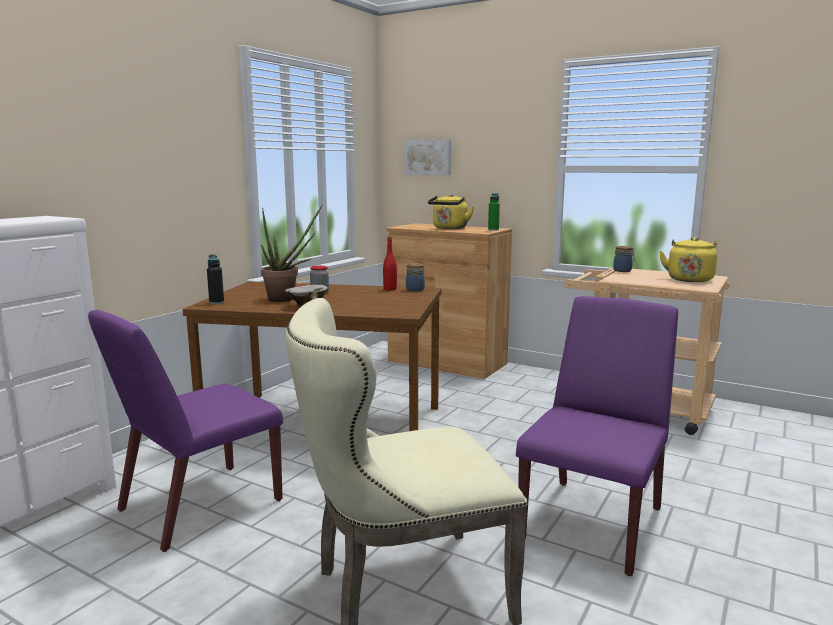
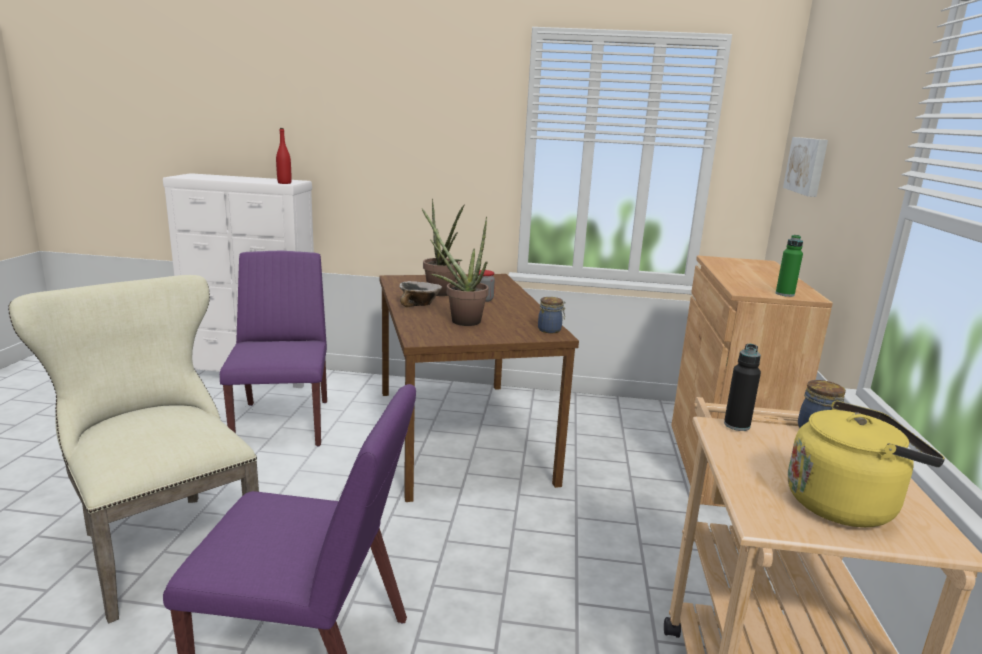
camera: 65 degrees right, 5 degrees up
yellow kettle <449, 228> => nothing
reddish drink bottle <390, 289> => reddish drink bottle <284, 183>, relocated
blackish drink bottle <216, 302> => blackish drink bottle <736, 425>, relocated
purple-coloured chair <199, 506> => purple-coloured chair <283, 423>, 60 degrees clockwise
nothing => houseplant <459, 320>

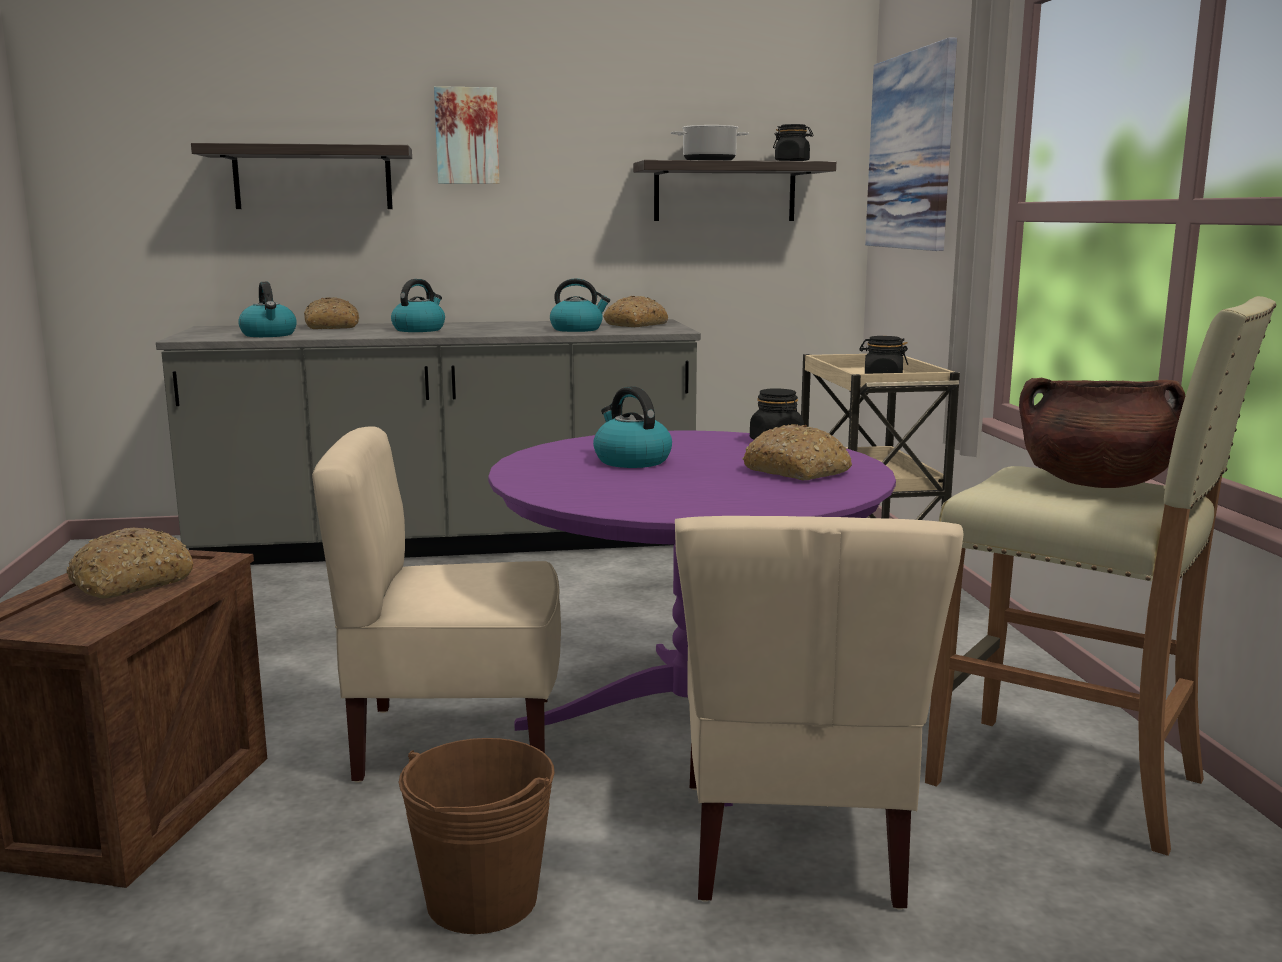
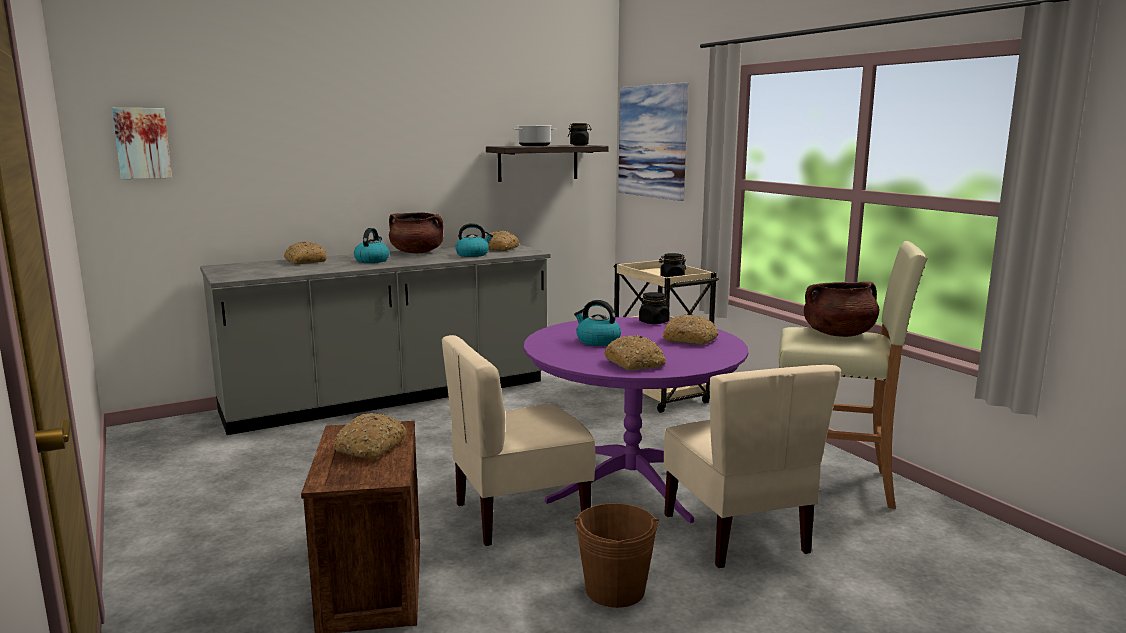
camera: 20 degrees left, 0 degrees up
picture <467, 136> => picture <142, 143>, relocated
wall shelf <313, 178> => nothing
kettle <269, 335> => nothing
nothing => brownish cooking pot <417, 252>
nothing => baked bread <635, 363>

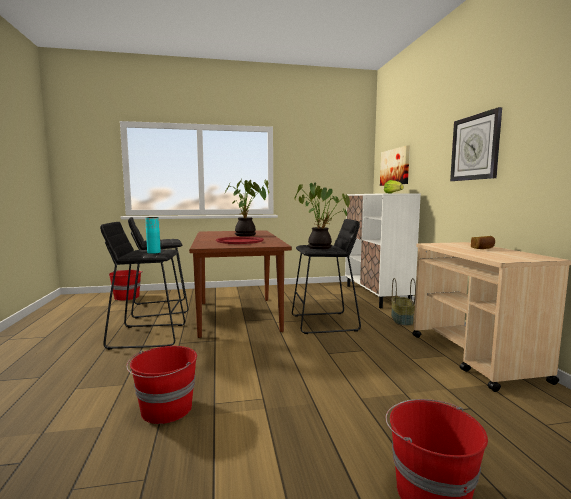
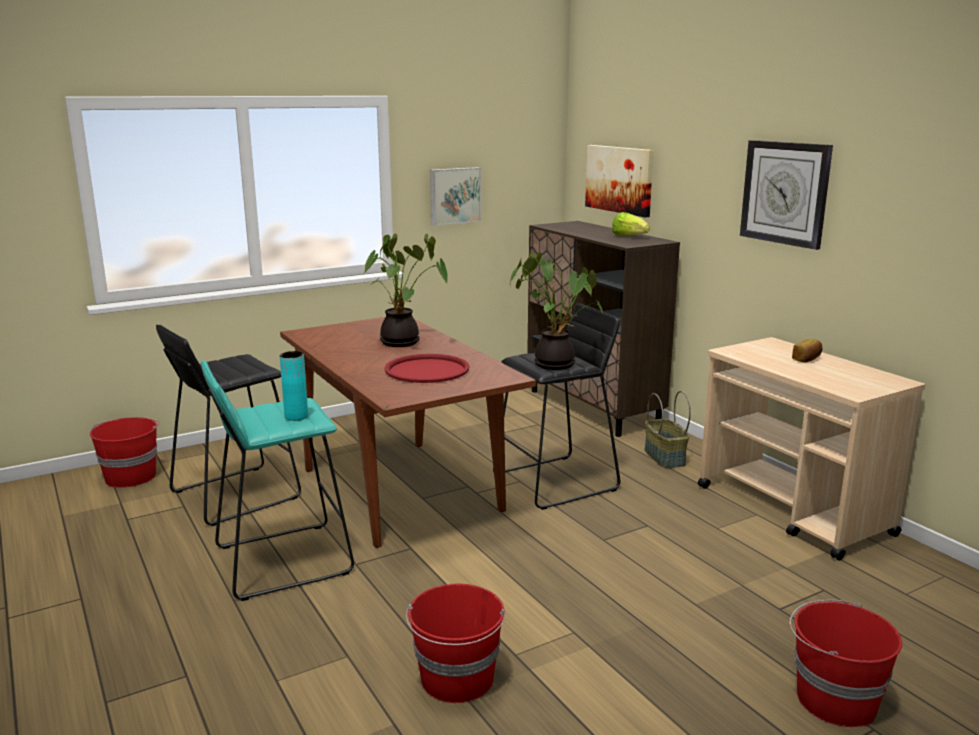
camera: 20 degrees left, 10 degrees up
whitish storage cabinet <376, 295> => brownish storage cabinet <593, 408>
blackish sitting stool <147, 336> => turquoise-coloured sitting stool <282, 560>
nothing => picture <454, 195>

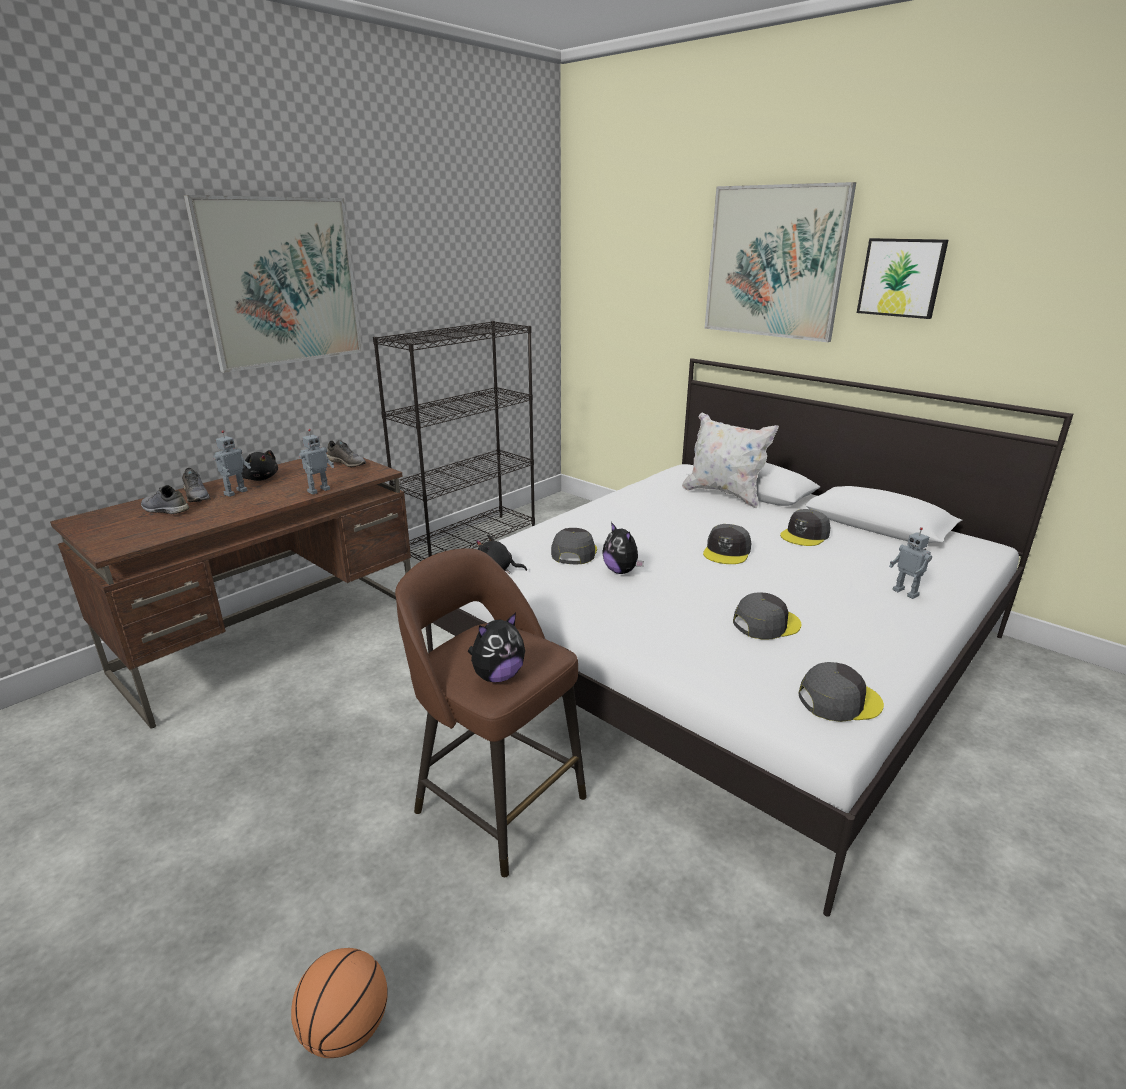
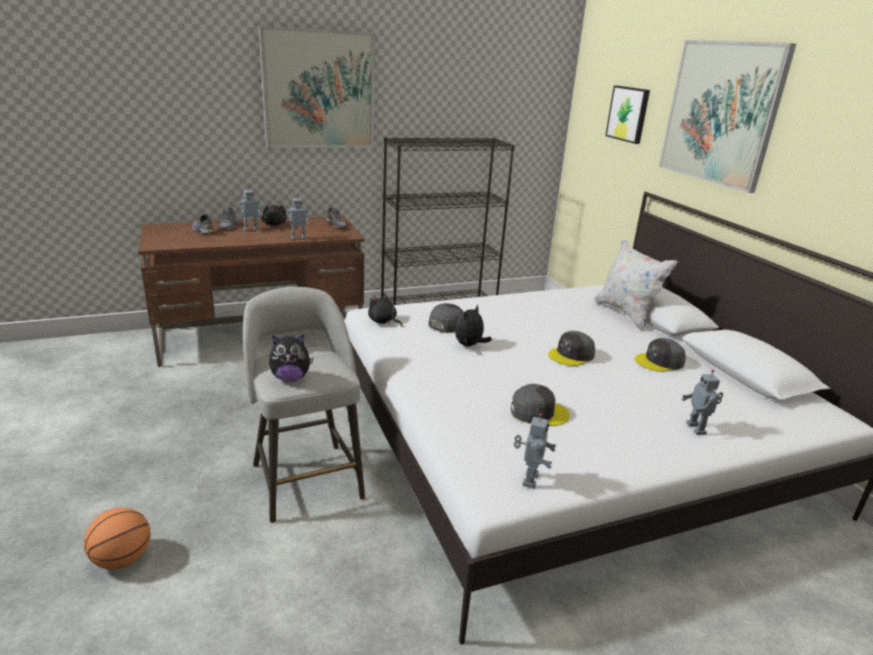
camera: 25 degrees right, 0 degrees up
picture <901, 277> => picture <628, 114>, relocated
plush toy <621, 571> => plush toy <470, 345>, 45 degrees clockwise
brownish sitting stool <497, 801> => greyish sitting stool <306, 478>
greyish peaked cap <839, 700> => model robot <529, 479>

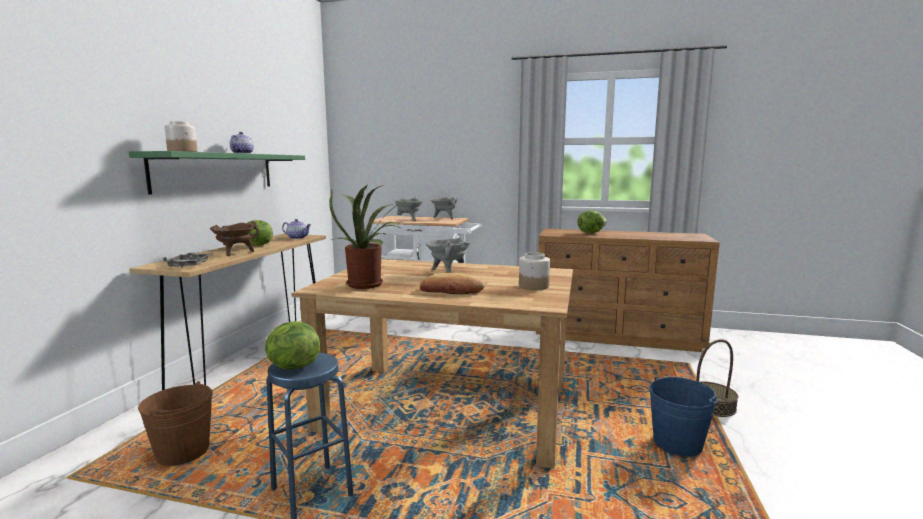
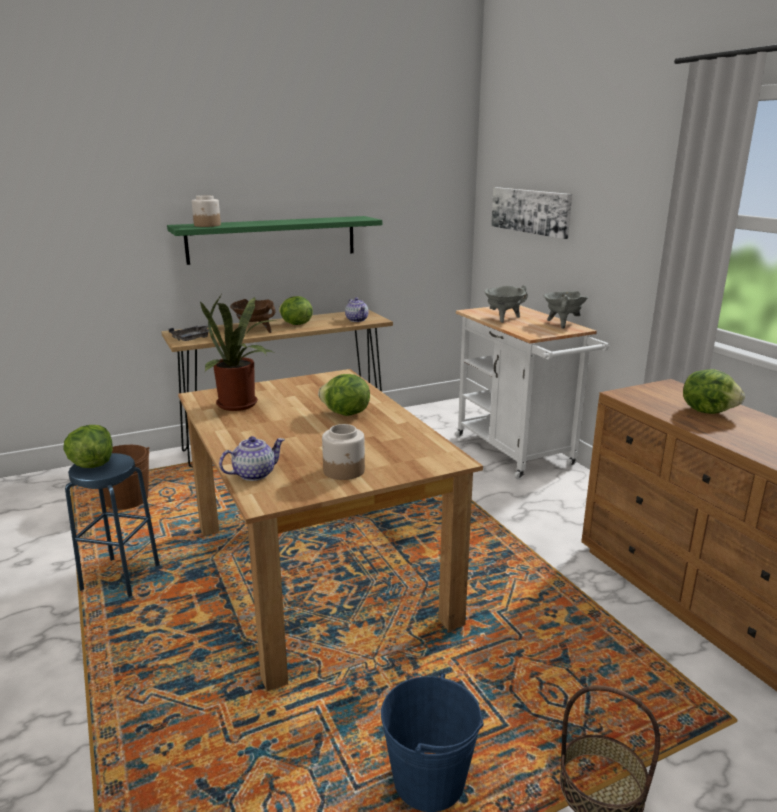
camera: 50 degrees right, 10 degrees up
pot for tea <242, 153> => pot for tea <254, 474>, relocated
greyish cooking pot <447, 271> => lettuce <345, 414>
baked bread <451, 290> => nothing
nothing => picture <530, 211>

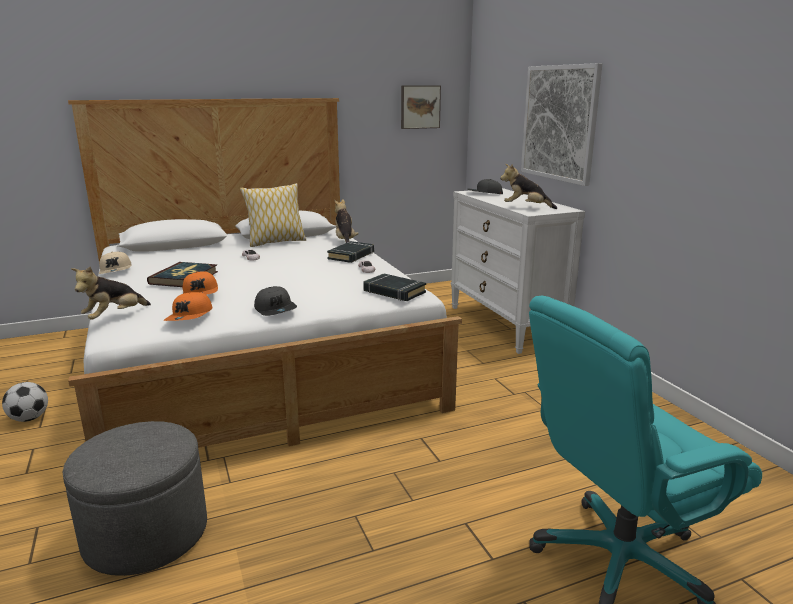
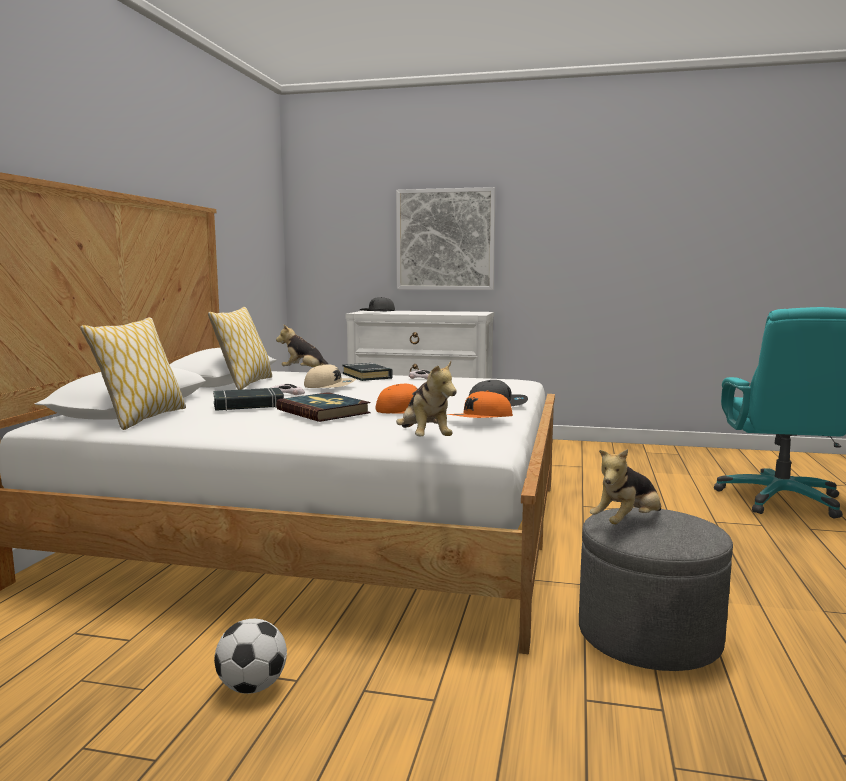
camera: 55 degrees left, 10 degrees down
picture <419, 107> => nothing
plush toy <526, 207> => plush toy <627, 523>, relocated
sand-coloured peaked cap <116, 270> => sand-coloured peaked cap <330, 386>, relocated
blackish bound book <394, 292> => blackish bound book <248, 405>, relocated
orange-coloured peaked cap <190, 316> => orange-coloured peaked cap <480, 419>, 105 degrees clockwise
nothing => pillow <142, 419>

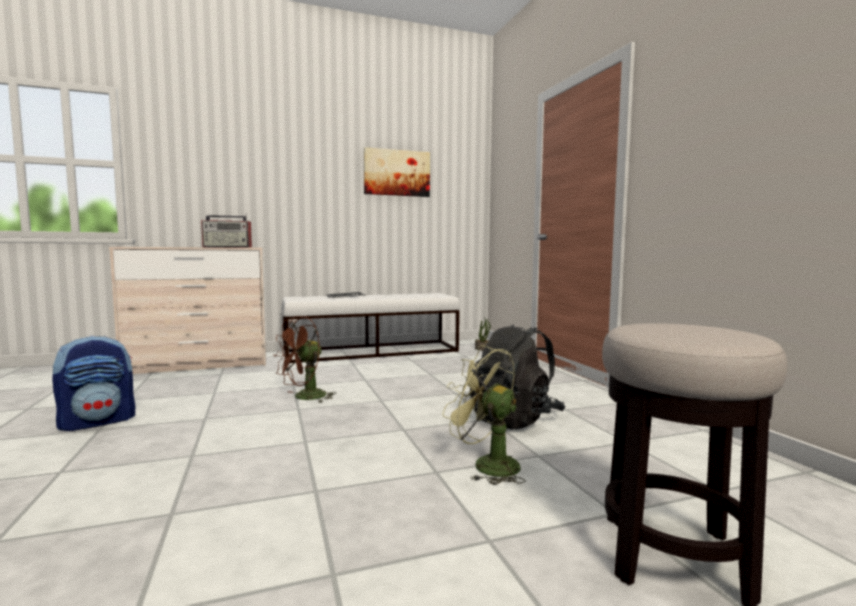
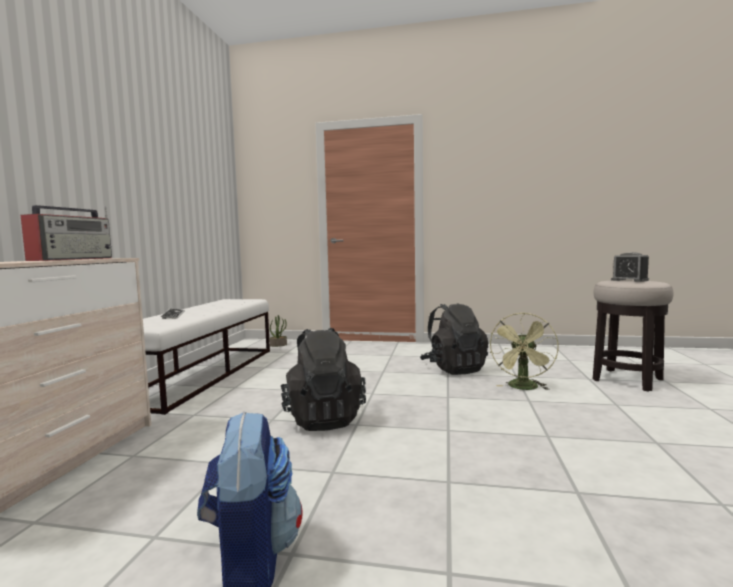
camera: 60 degrees left, 0 degrees up
picture <396, 173> => nothing
brownish cooling fan <304, 398> => blackish knapsack <323, 418>
green cooling fan <487, 465> => green cooling fan <523, 388>, 45 degrees counterclockwise
nothing => table clock <629, 280>

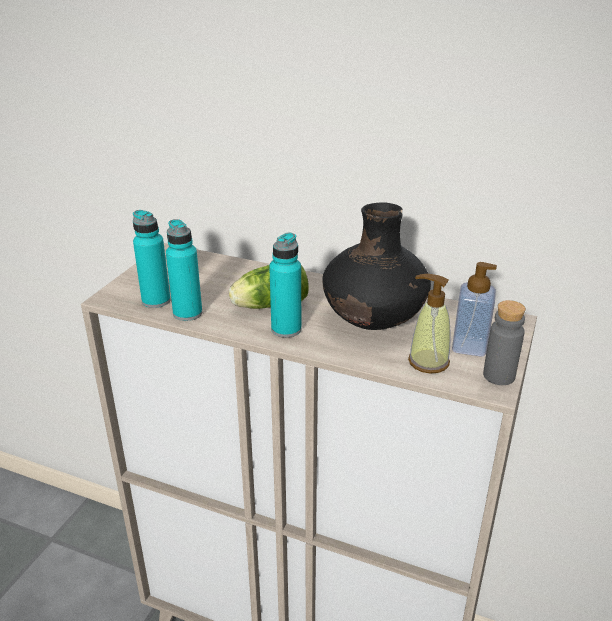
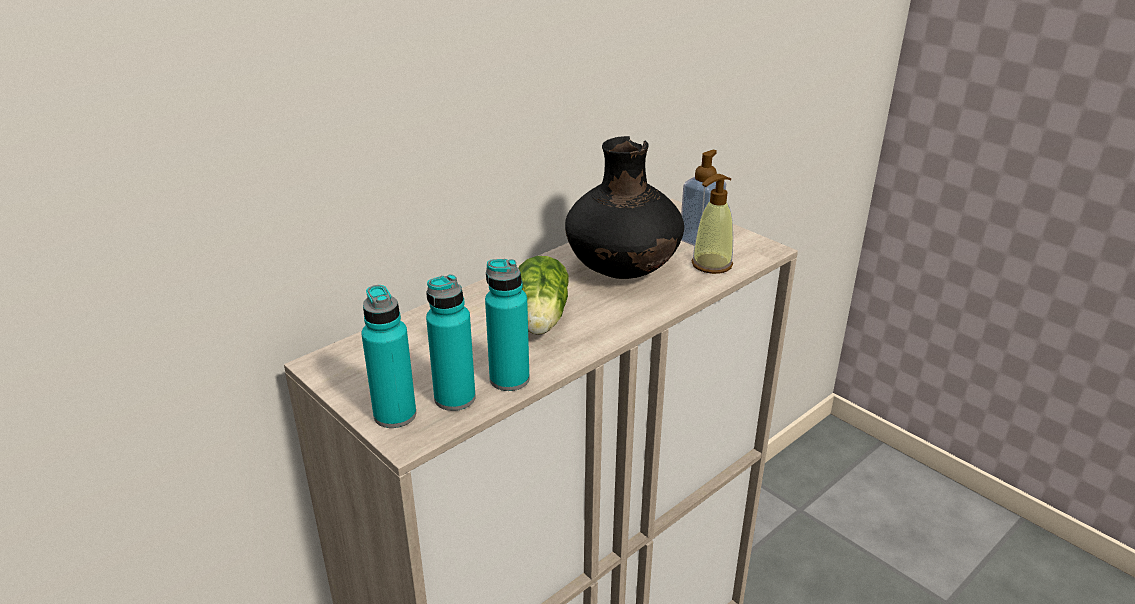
camera: 65 degrees left, 0 degrees up
turquoise-coloured drink bottle <286, 329> => turquoise-coloured drink bottle <395, 415>, relocated
greyish drink bottle <499, 376> => nothing

